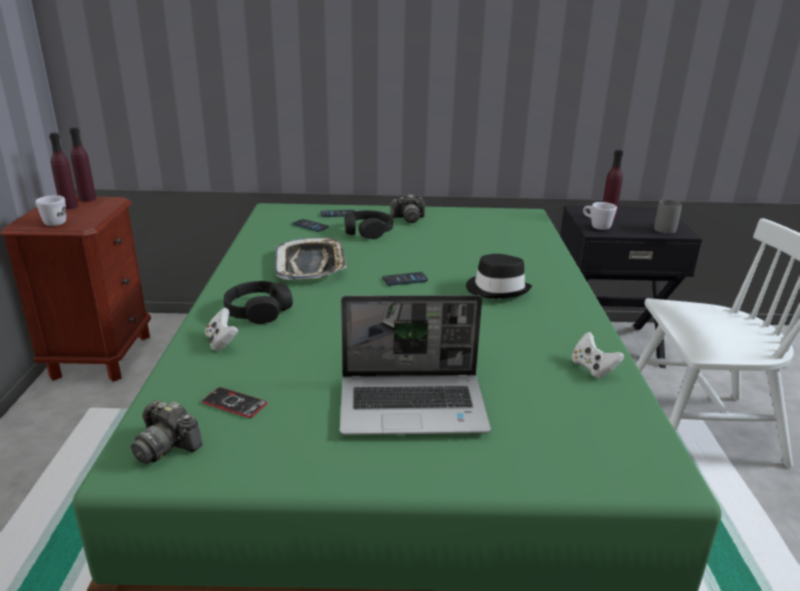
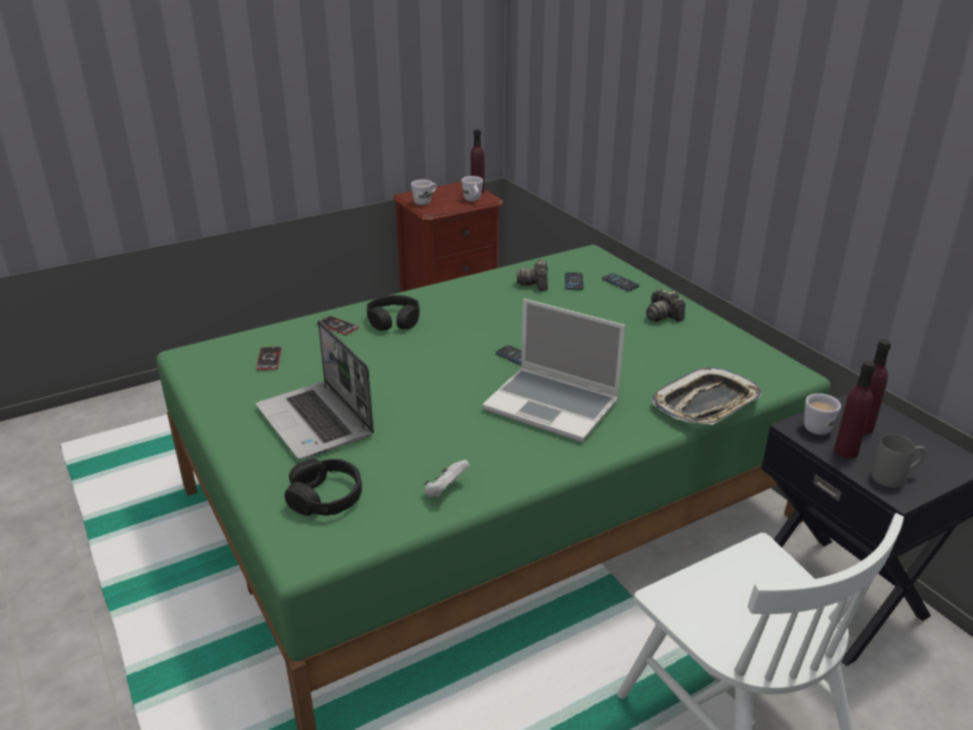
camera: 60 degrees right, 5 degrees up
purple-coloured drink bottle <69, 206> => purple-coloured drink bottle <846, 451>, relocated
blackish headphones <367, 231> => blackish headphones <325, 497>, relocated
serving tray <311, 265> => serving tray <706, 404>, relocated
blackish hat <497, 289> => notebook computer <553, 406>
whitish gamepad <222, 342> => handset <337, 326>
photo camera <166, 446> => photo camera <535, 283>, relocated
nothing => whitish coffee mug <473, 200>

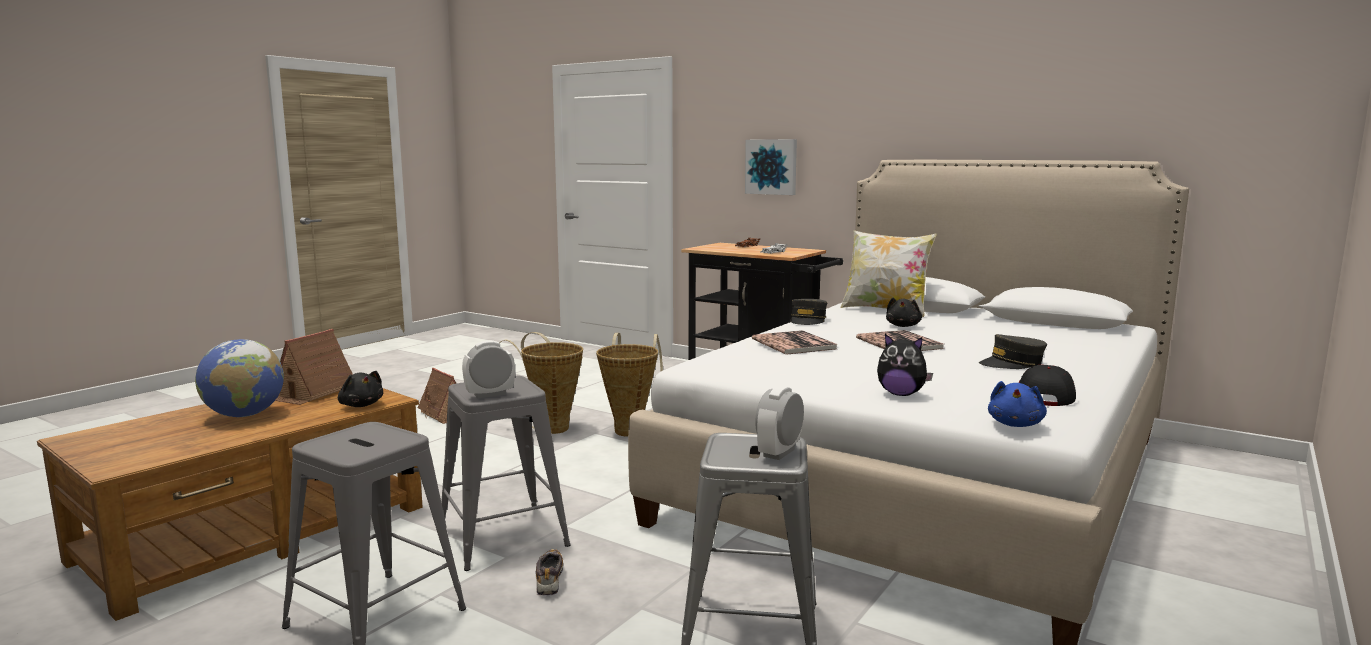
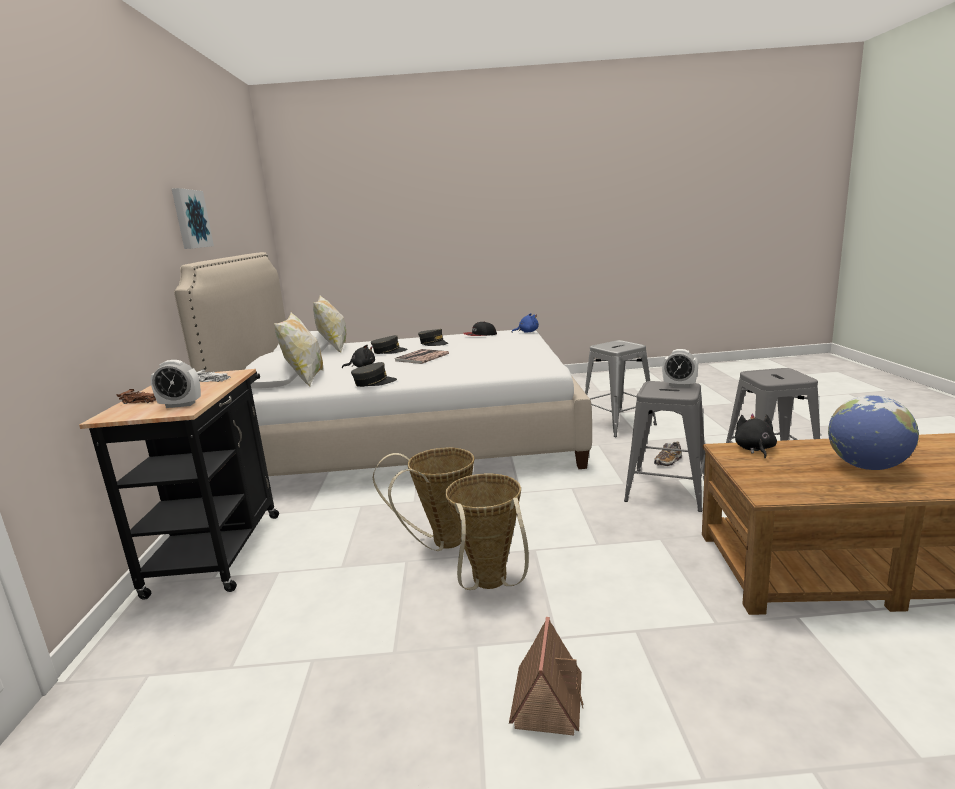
camera: 125 degrees left, 5 degrees up
picture <771, 167> => picture <190, 219>, relocated
toy house <311, 392> => nothing
bound book <793, 344> => nothing
plush toy <901, 394> => nothing
table clock <779, 453> => table clock <180, 405>, relocated
nothing => pillow <334, 349>
nothing => greyish peaked cap <389, 351>

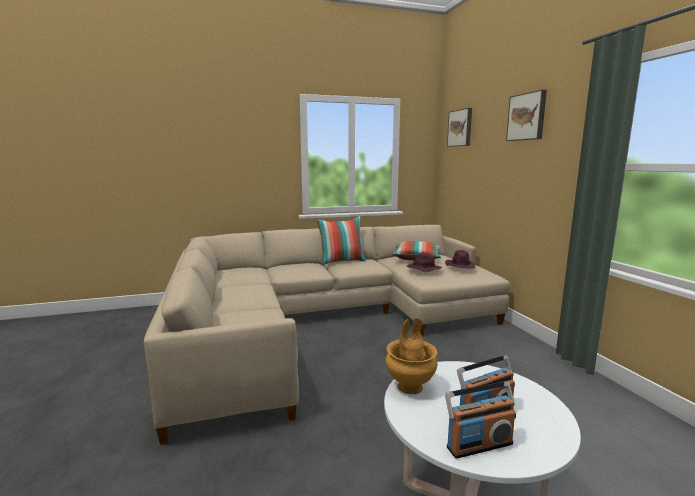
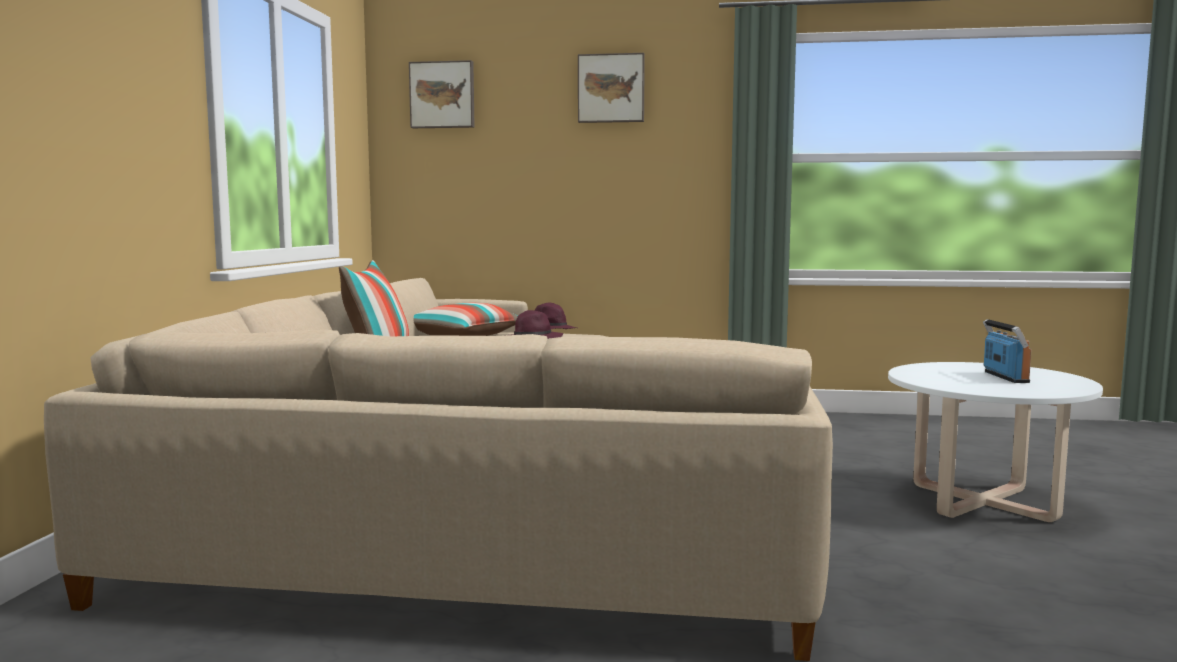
camera: 65 degrees left, 5 degrees down
brownish decorative vase <410, 386> => nothing
radio set <479, 445> => nothing

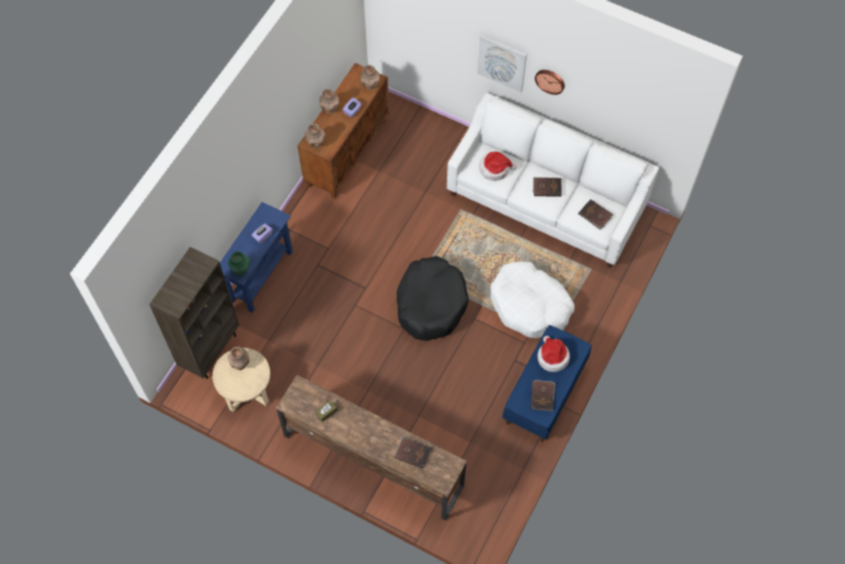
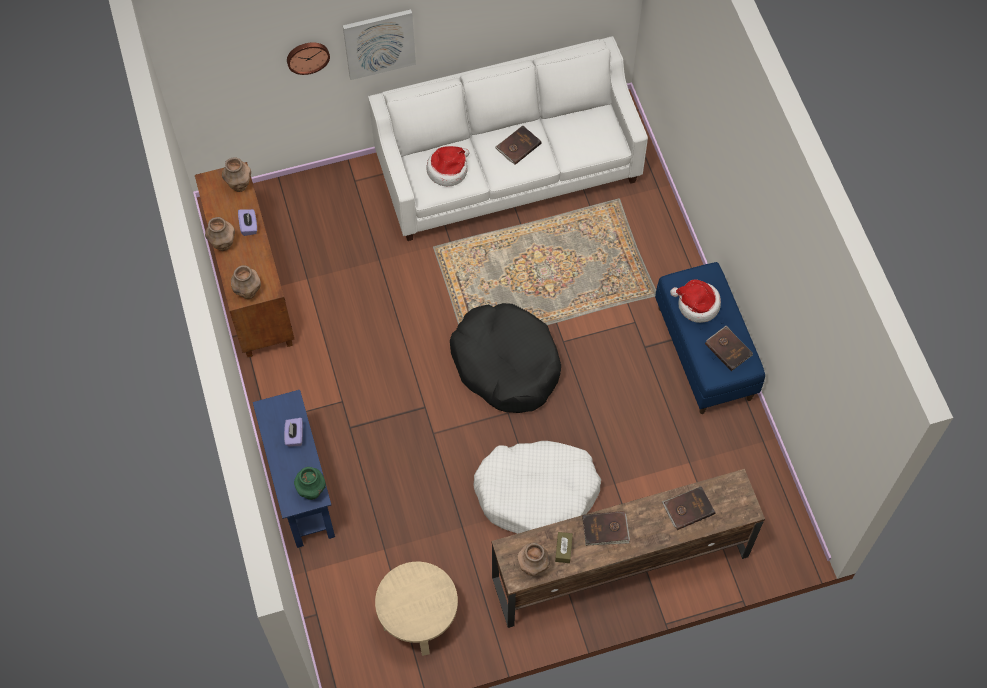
camera: 45 degrees left, 0 degrees up
hanging clock <550, 80> => hanging clock <307, 56>, relocated
brownish bound book <595, 215> => brownish bound book <605, 530>, relocated
brownish bookcase <210, 350> => nothing
whitish dog cushion <530, 305> => whitish dog cushion <537, 493>, relocated
brownish decorative vase <240, 365> => brownish decorative vase <532, 567>, relocated

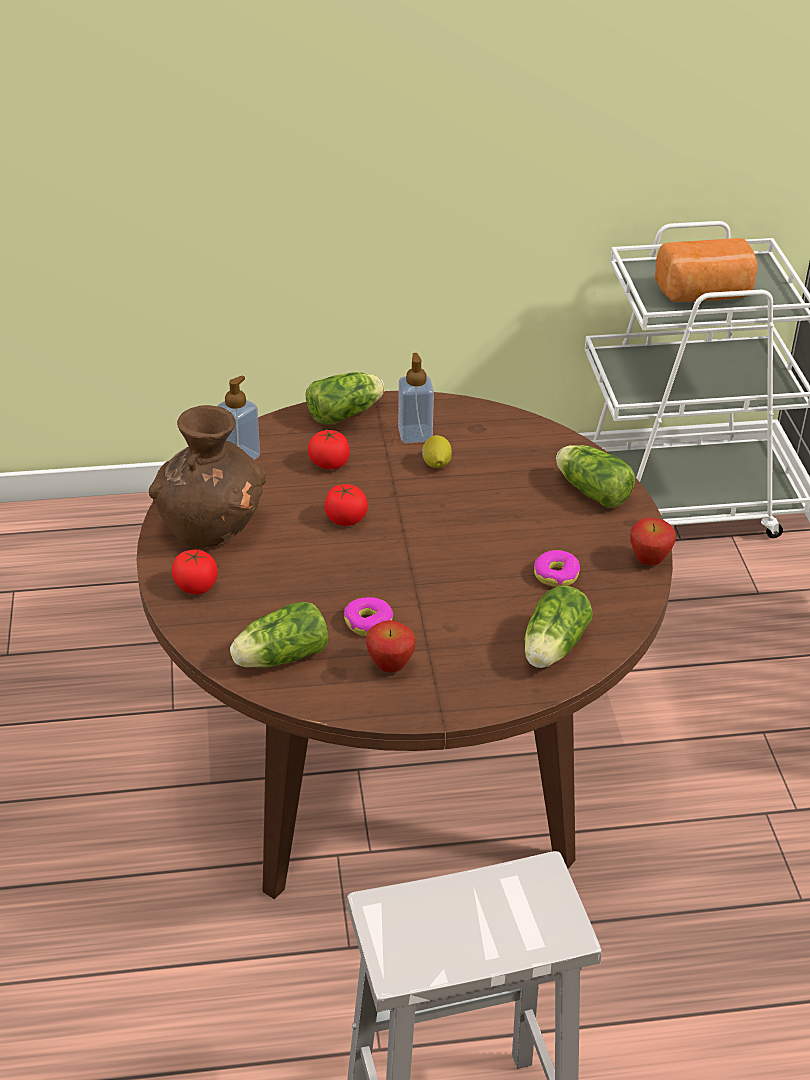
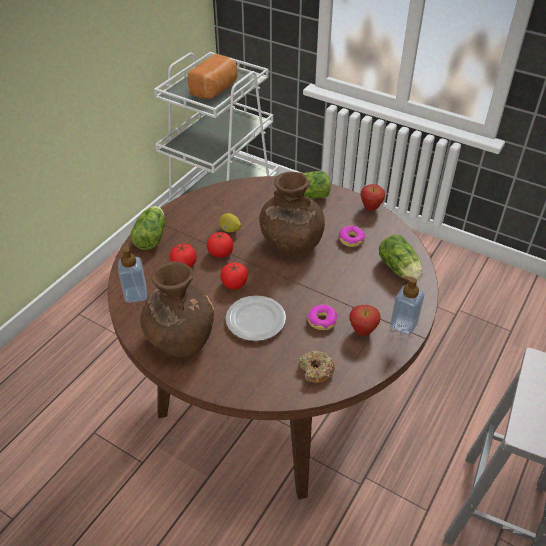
camera: 50 degrees left, 5 degrees up
soap dispenser <415, 434> => soap dispenser <403, 325>, relocated
whole tomato <196, 586> => whole tomato <220, 253>, relocated
lettuce <278, 658> => donut <316, 370>
nothing => brownish decorative vase <290, 243>
nothing => dinner plate <256, 320>

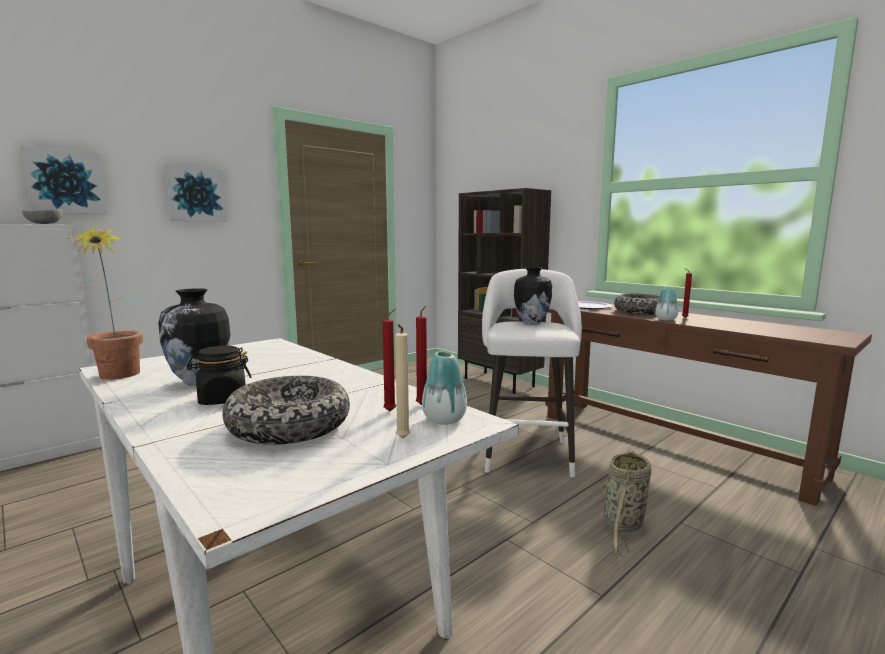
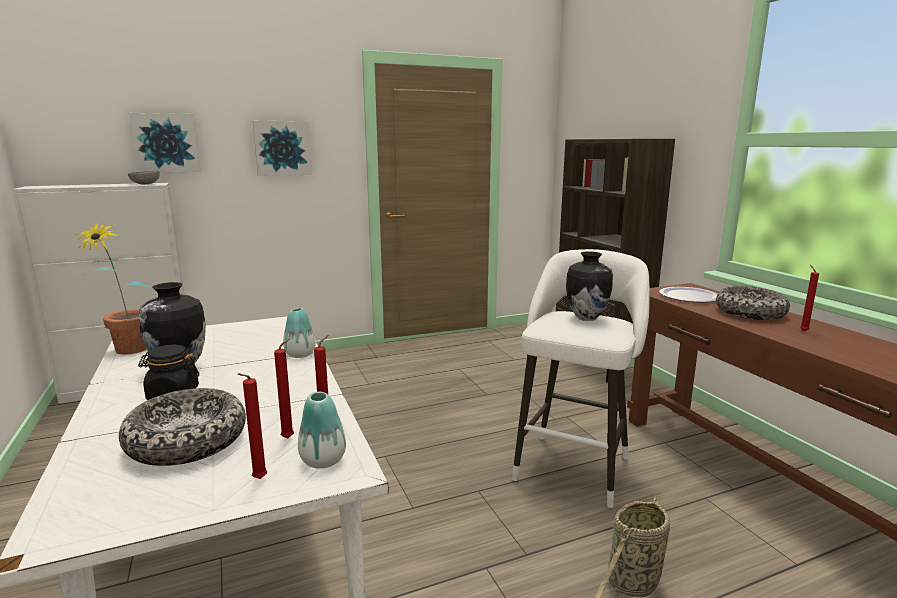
camera: 20 degrees right, 5 degrees up
decorative vase <666, 319> => decorative vase <300, 354>, relocated
sand-coloured wax candle <402, 439> => reddish wax candle <258, 480>

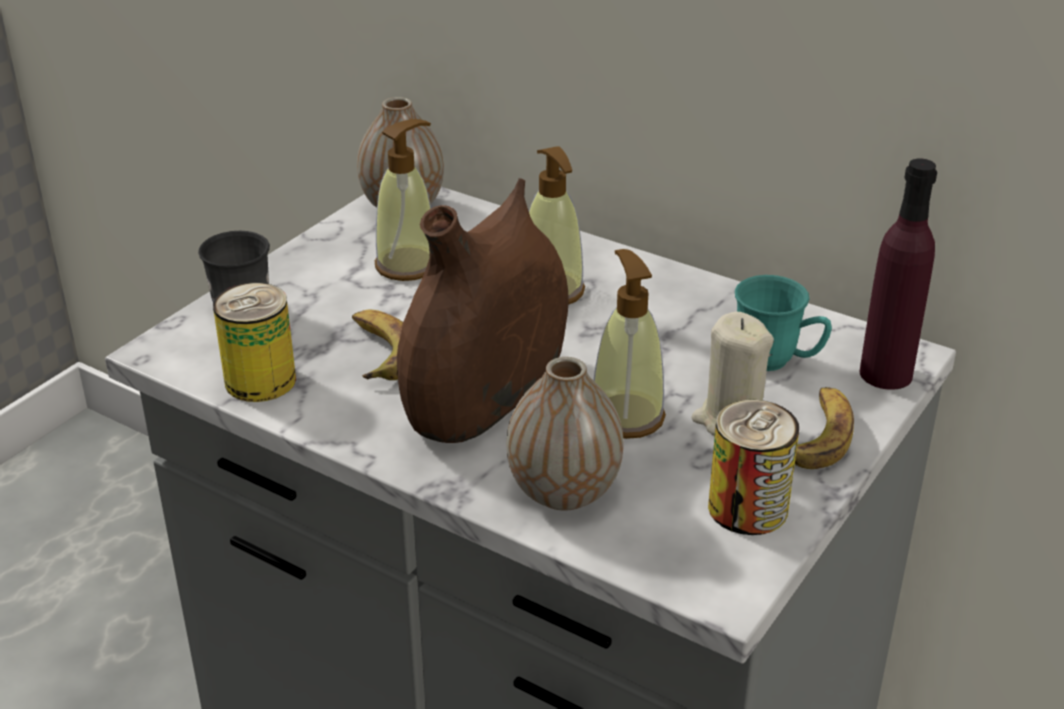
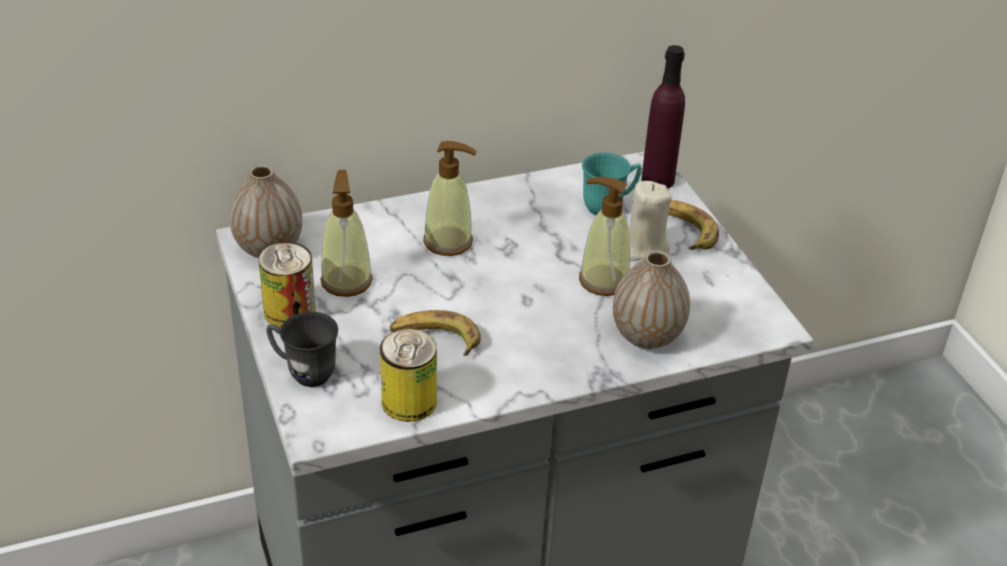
camera: 55 degrees left, 5 degrees up
brownish decorative vase <487, 397> => nothing
sealed can <747, 508> => sealed can <290, 311>, relocated

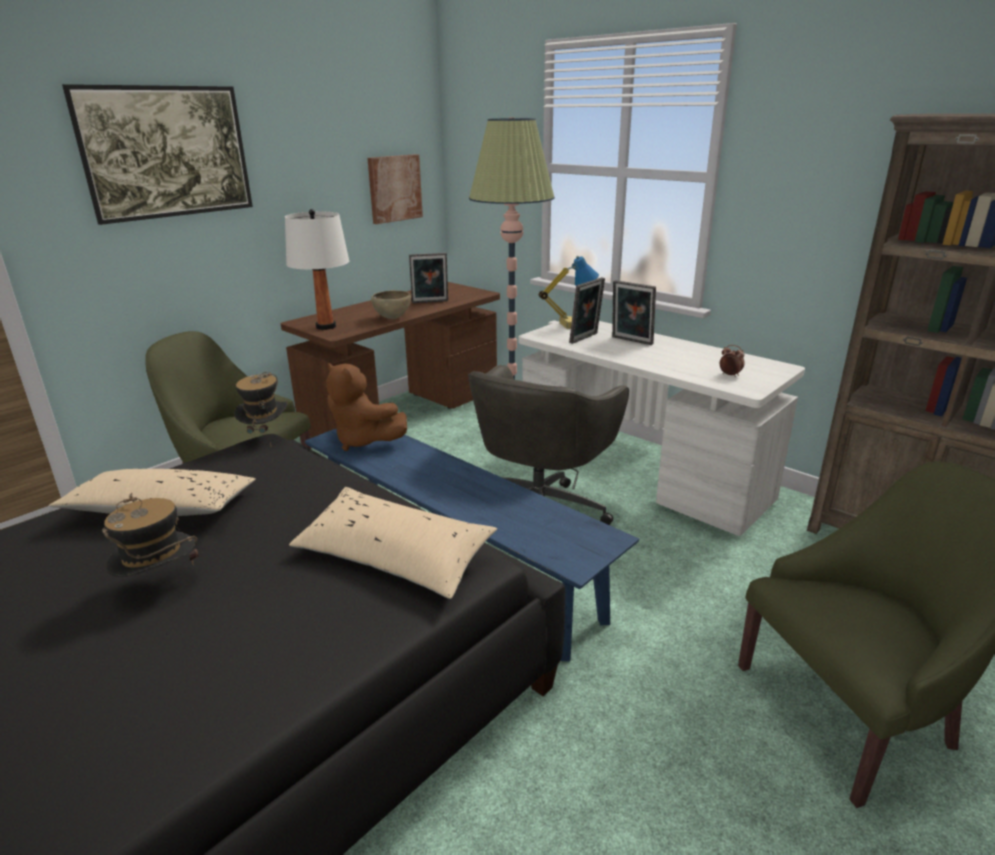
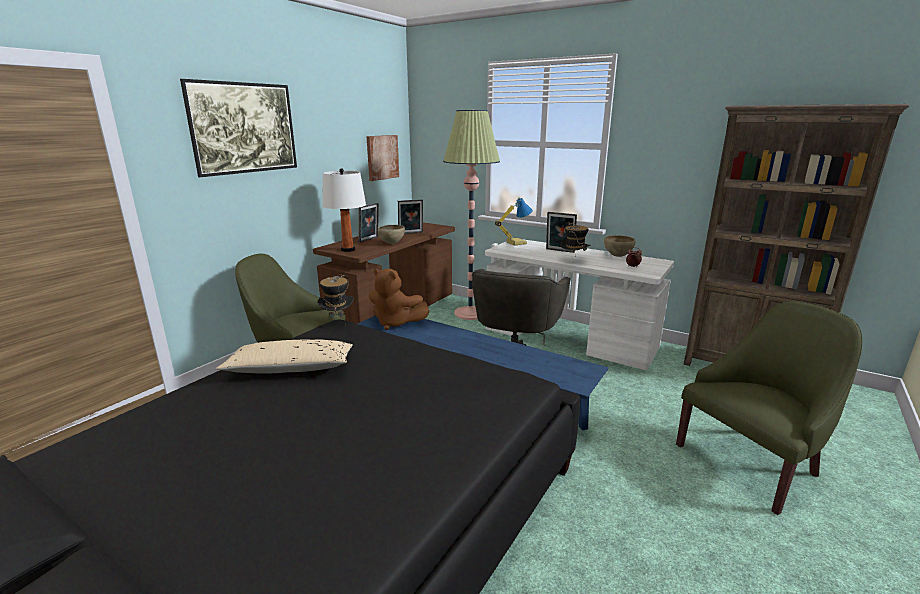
camera: 10 degrees left, 5 degrees down
picture frame <585, 338> => picture frame <369, 239>, relocated
sand-coloured pillow <394, 556> => nothing
hat <161, 586> => hat <574, 261>, relocated
nothing => brownish deep dish <617, 256>

